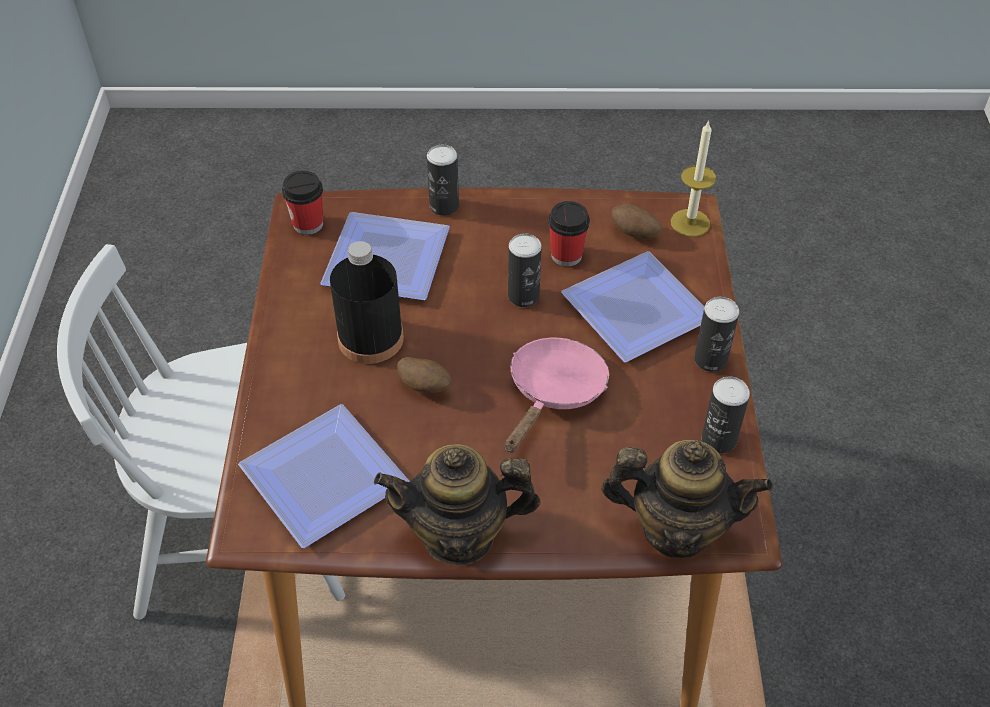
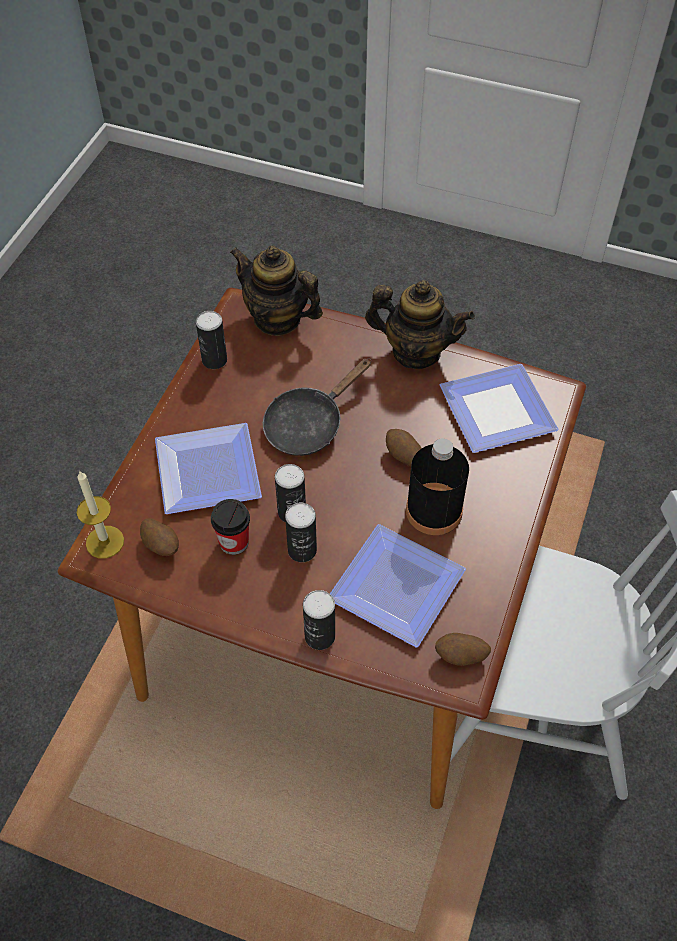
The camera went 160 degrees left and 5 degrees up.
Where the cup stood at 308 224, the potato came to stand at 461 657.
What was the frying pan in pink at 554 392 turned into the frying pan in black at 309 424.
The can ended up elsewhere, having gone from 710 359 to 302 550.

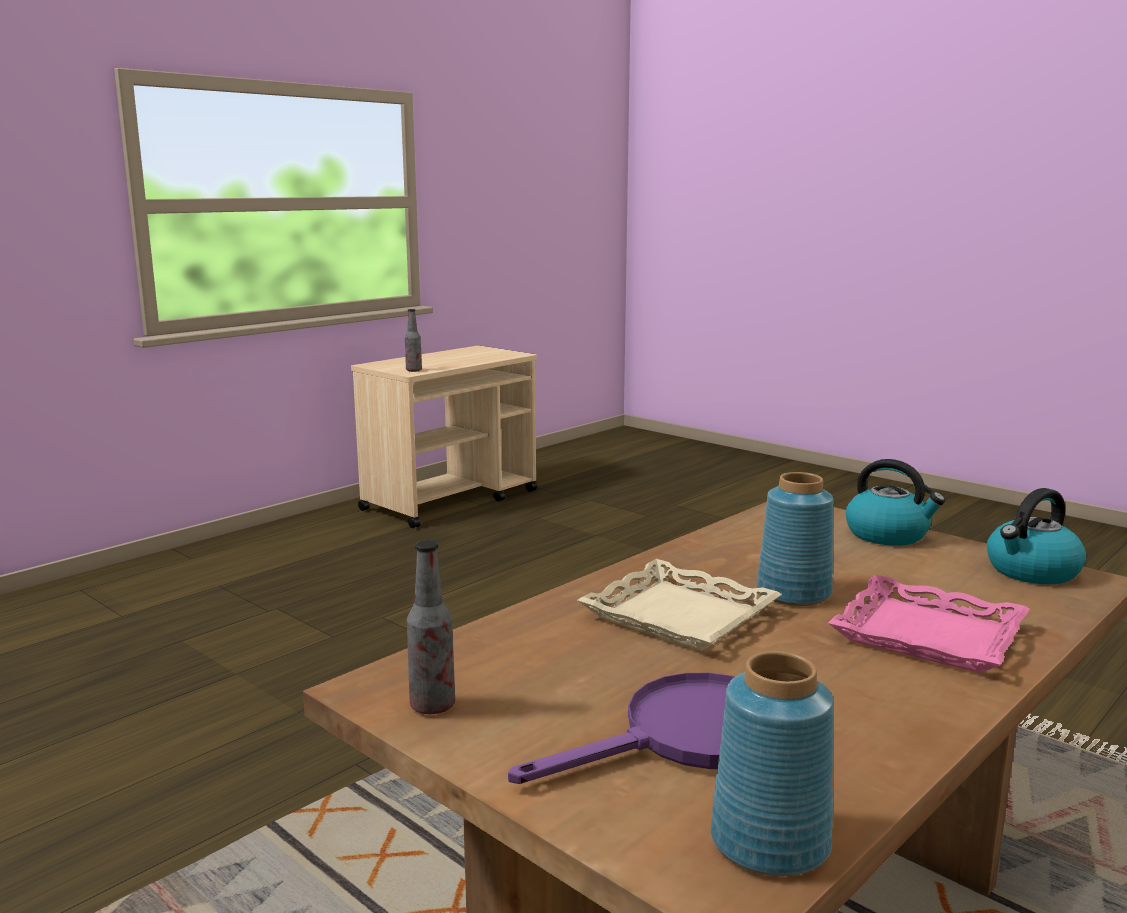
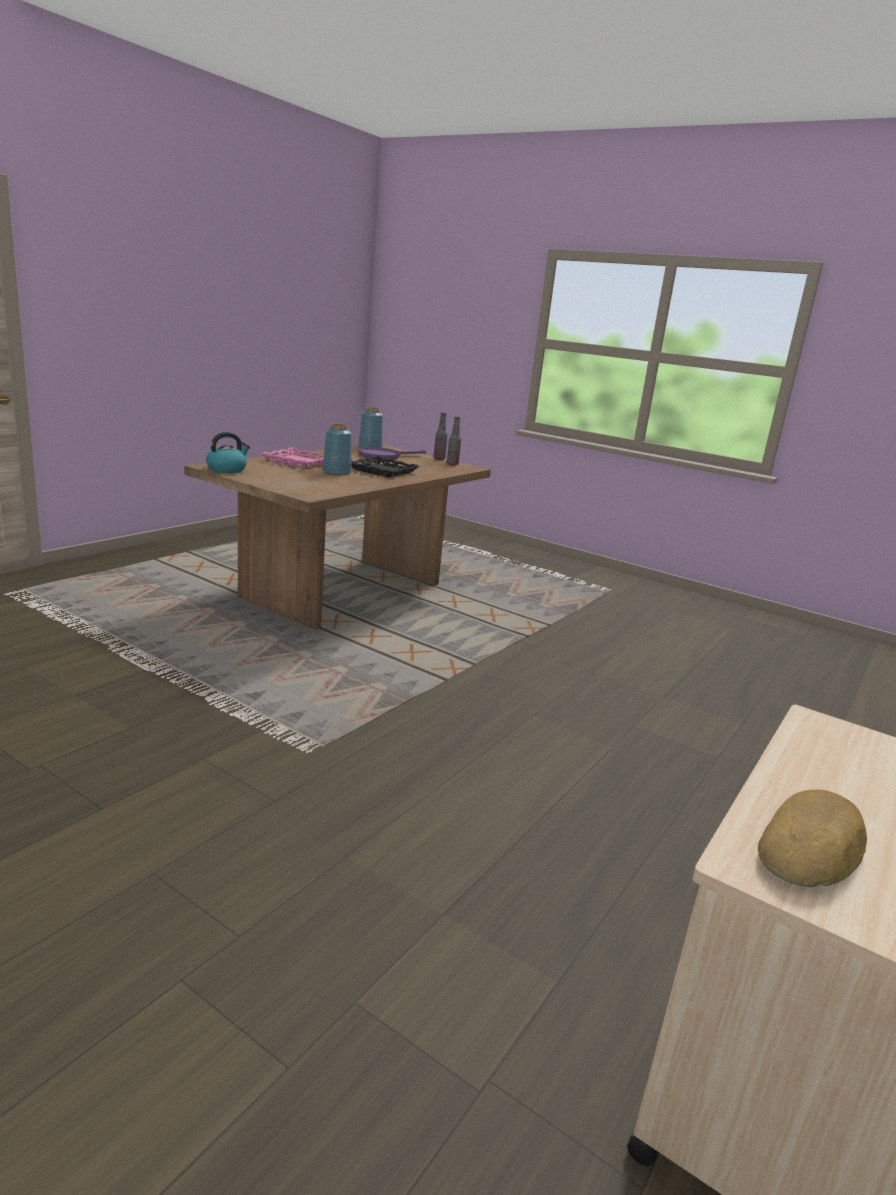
The camera went 170 degrees right and 5 degrees up.
The bottle ended up elsewhere, having gone from 414 370 to 439 459.
What was the tray in beige at 680 615 turned into the tray in black at 382 471.
The second view lost the kettle at 888 535.
The second view gained the bread at 812 849.

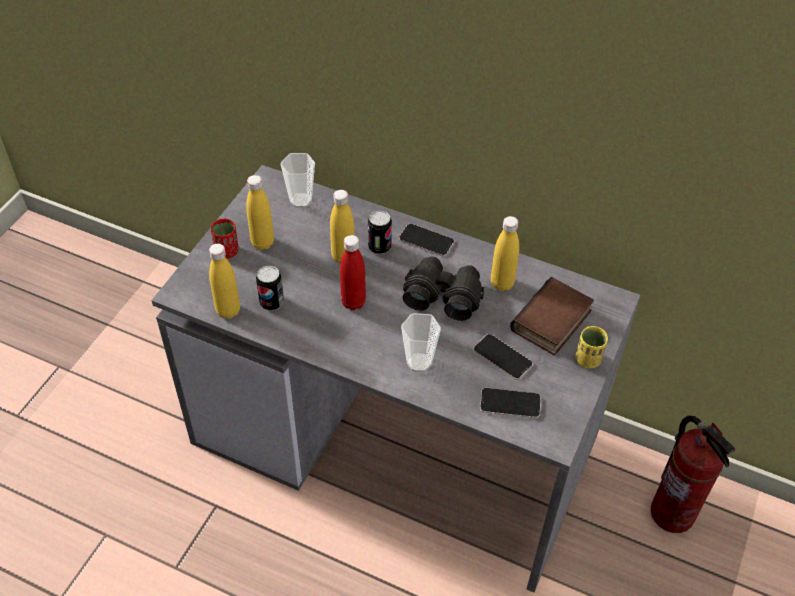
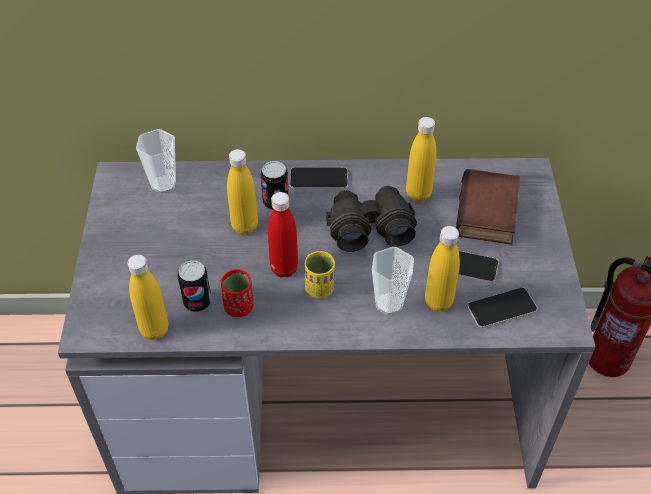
The camera went 25 degrees left and 0 degrees up.
The cup in red ended up elsewhere, having gone from 227 251 to 239 307.
The bottle in yellow ended up elsewhere, having gone from 262 243 to 438 302.
The cup in yellow ended up elsewhere, having gone from 588 359 to 319 289.

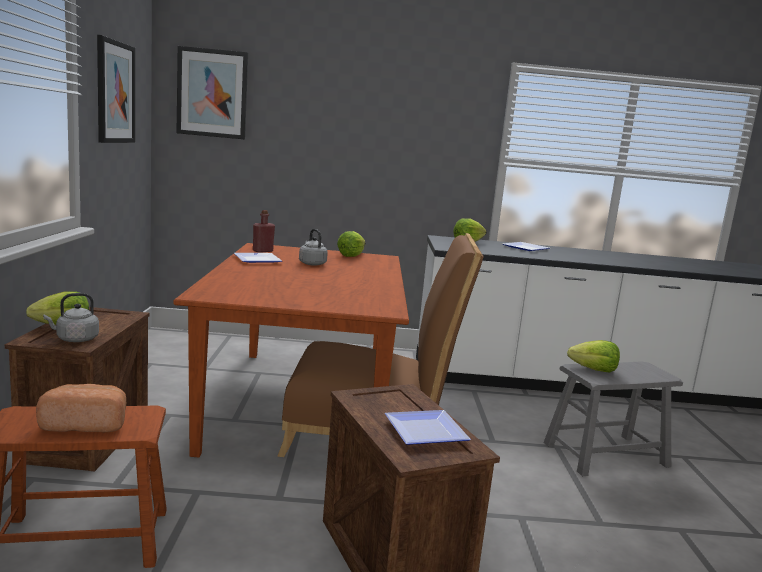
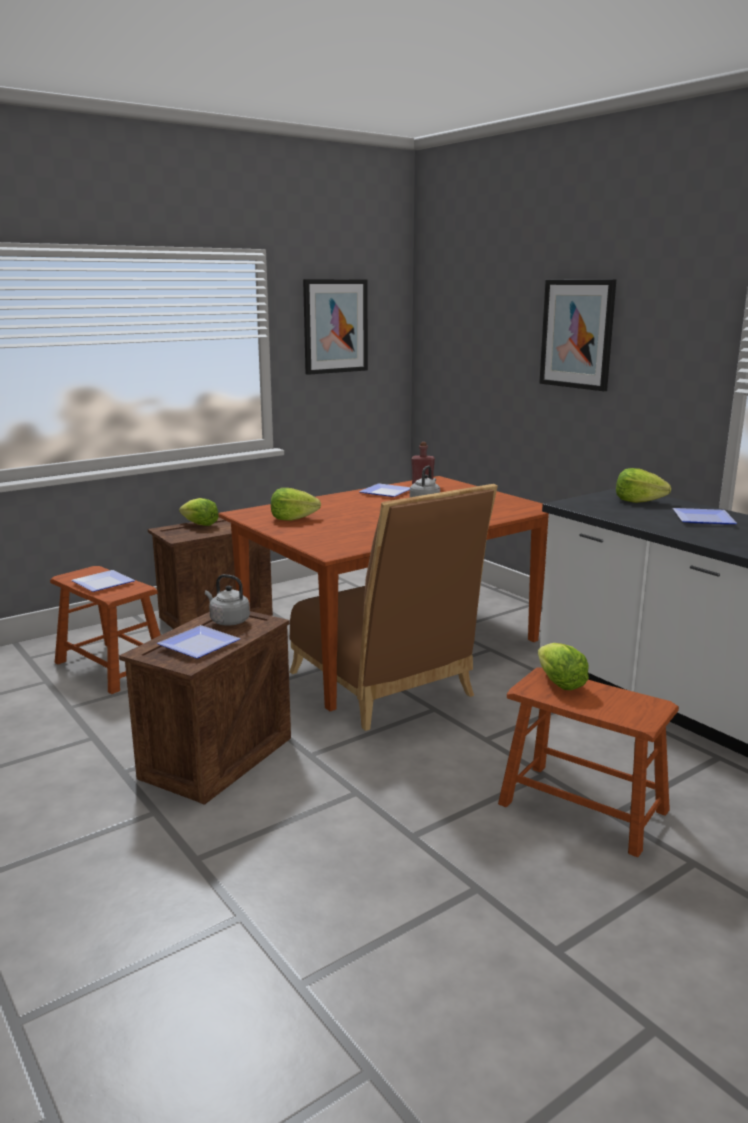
The camera went 55 degrees right and 5 degrees up.
Where the bread stood at 86 424, the plate came to stand at 102 584.
The kettle in grey ended up elsewhere, having gone from 75 339 to 228 621.
The picture ended up elsewhere, having gone from 212 93 to 577 334.
The lettuce ended up elsewhere, having gone from 351 255 to 293 518.
What was the stool in grey at 605 454 turned into the stool in brown at 583 807.

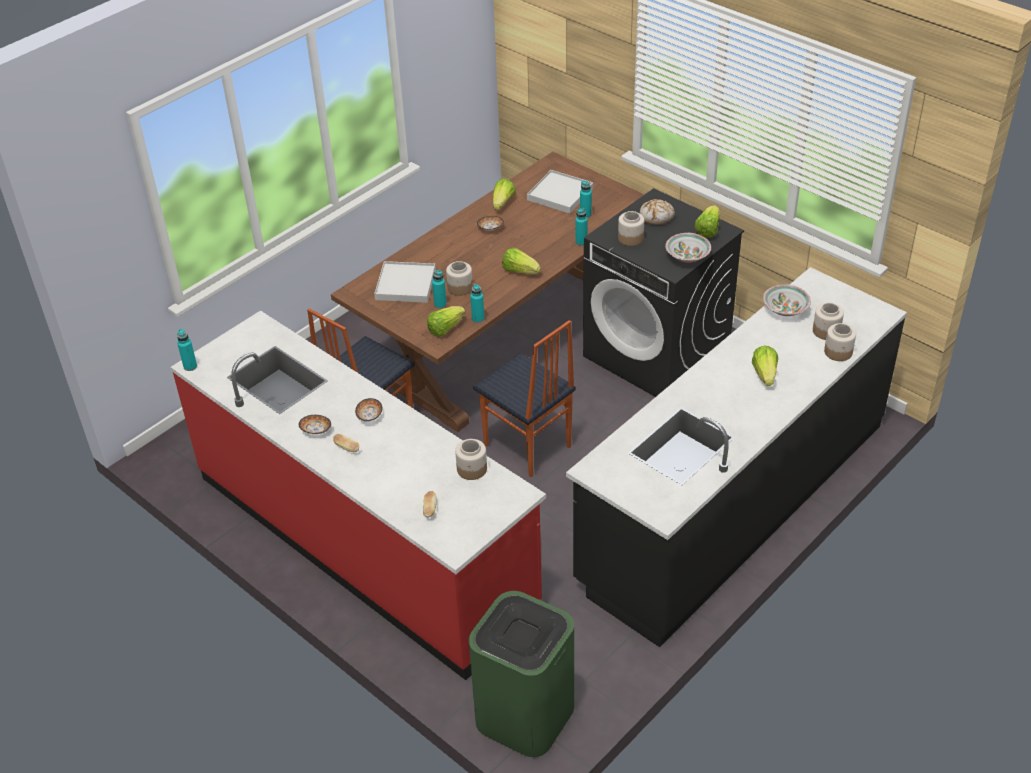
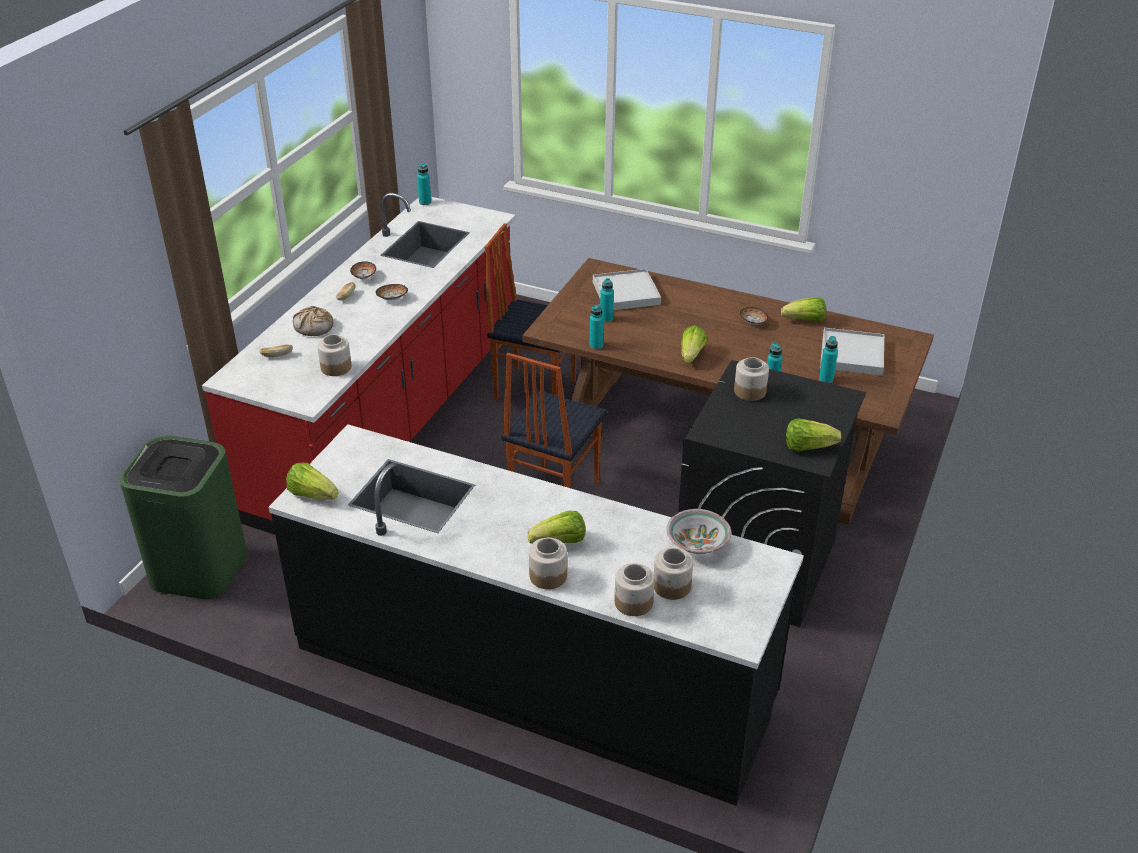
The camera went 70 degrees right and 5 degrees down.
The lettuce ended up elsewhere, having gone from 445 328 to 312 494.
The jar ended up elsewhere, having gone from 459 288 to 548 575.
The bread ended up elsewhere, having gone from 656 216 to 314 327.
The second view lost the bowl at 687 256.

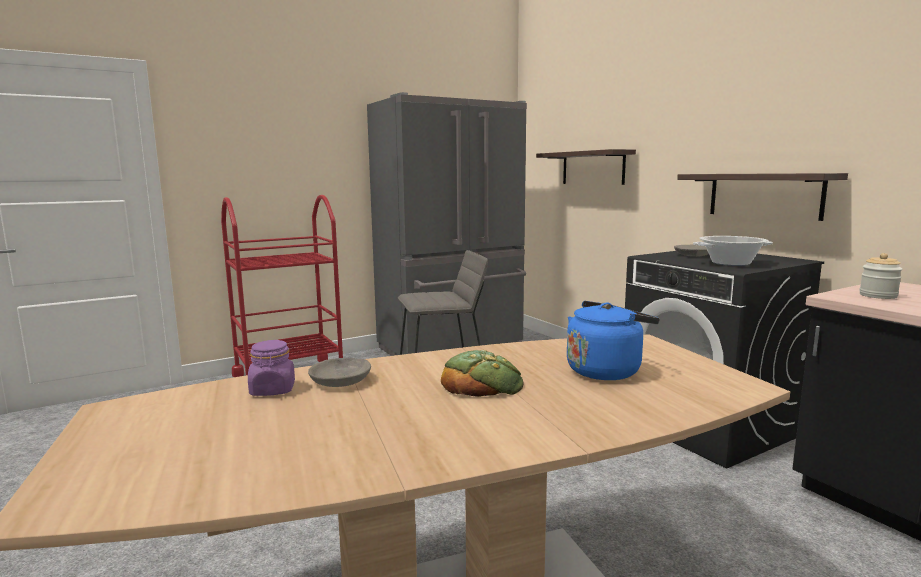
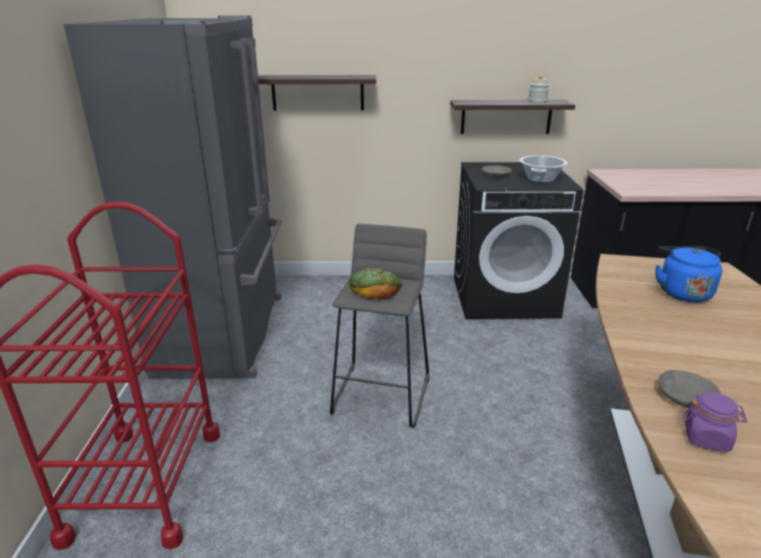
The camera went 60 degrees left and 15 degrees up.
The bread ended up elsewhere, having gone from 481 382 to 375 287.
The jar ended up elsewhere, having gone from 878 296 to 537 102.

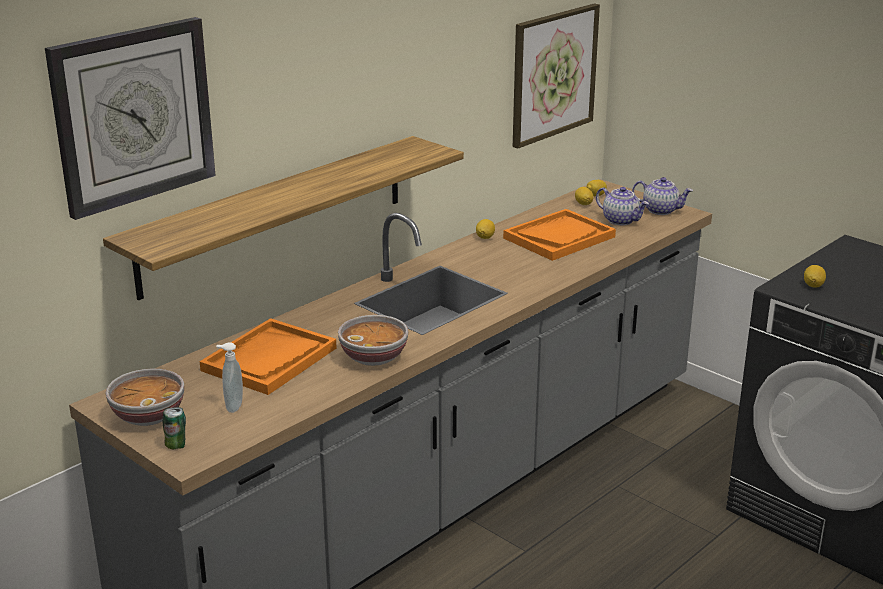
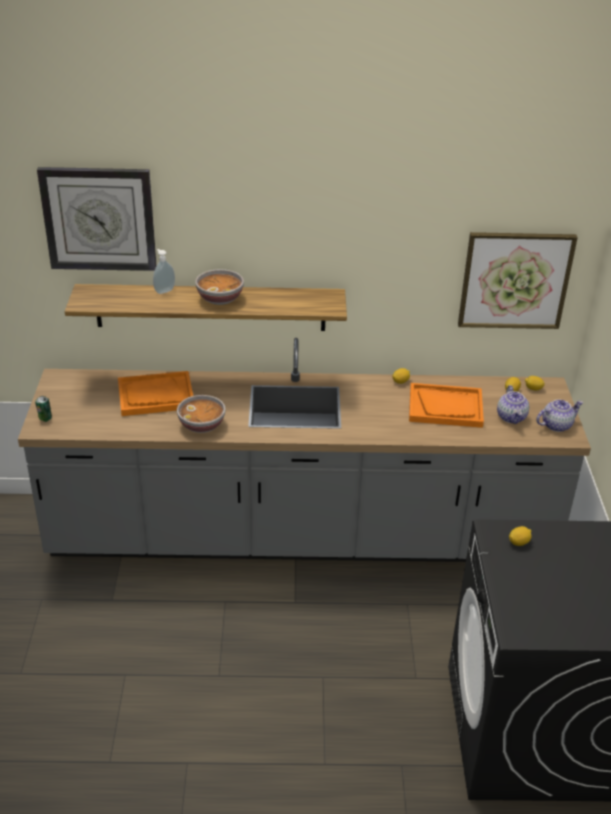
The camera went 45 degrees right and 10 degrees up.
The bowl ended up elsewhere, having gone from 148 415 to 220 298.
The soap dispenser ended up elsewhere, having gone from 232 406 to 164 290.
The teapot at 661 210 ended up facing another way, 90 degrees counterclockwise from before.

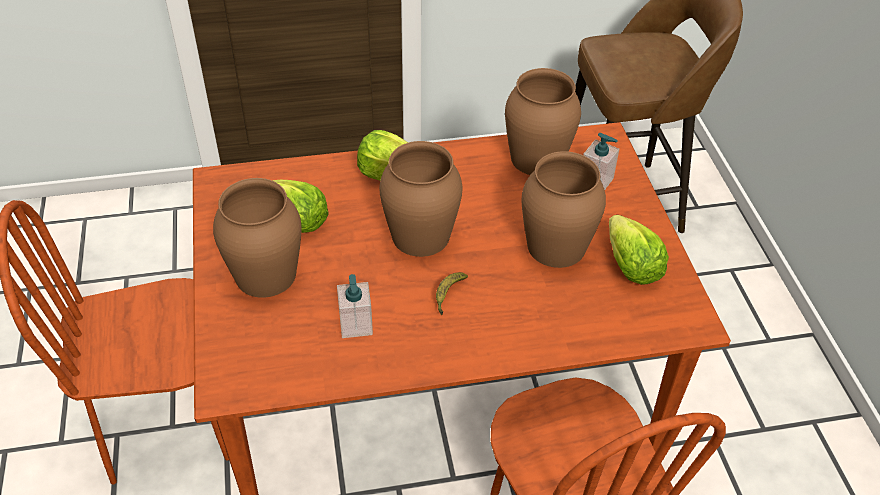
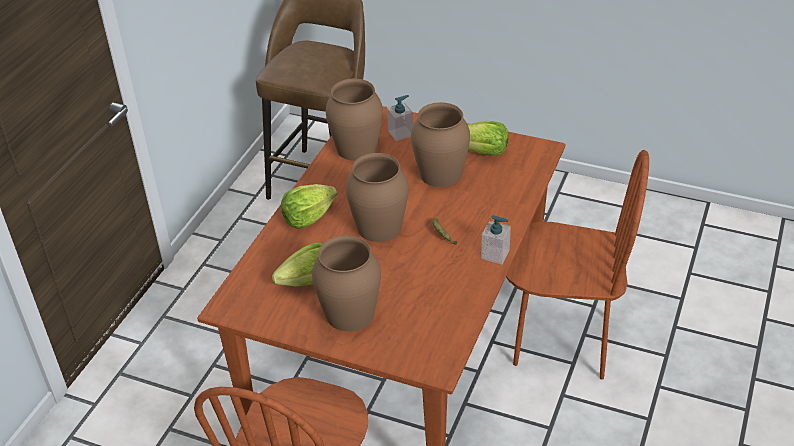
The camera went 55 degrees left and 5 degrees down.
The soap dispenser ended up elsewhere, having gone from 356 325 to 495 255.

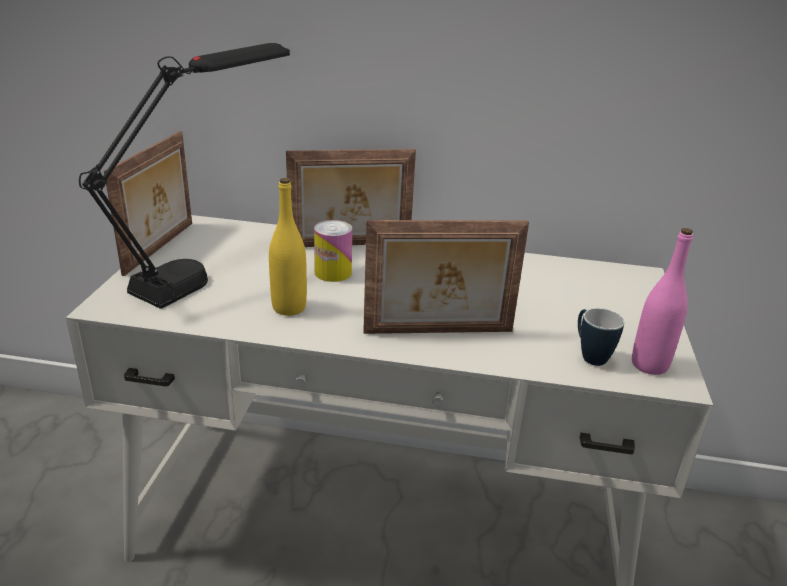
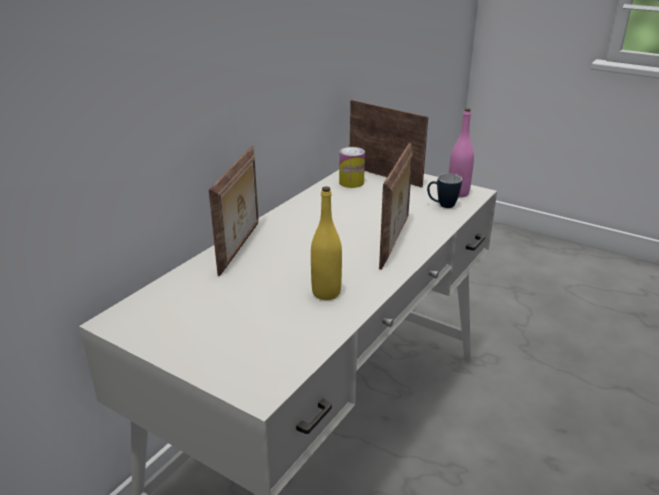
The camera went 65 degrees left and 0 degrees up.
The second view lost the table lamp in black at 210 268.
The picture frame ended up elsewhere, having gone from 161 248 to 385 175.
The can ended up elsewhere, having gone from 333 272 to 351 182.

